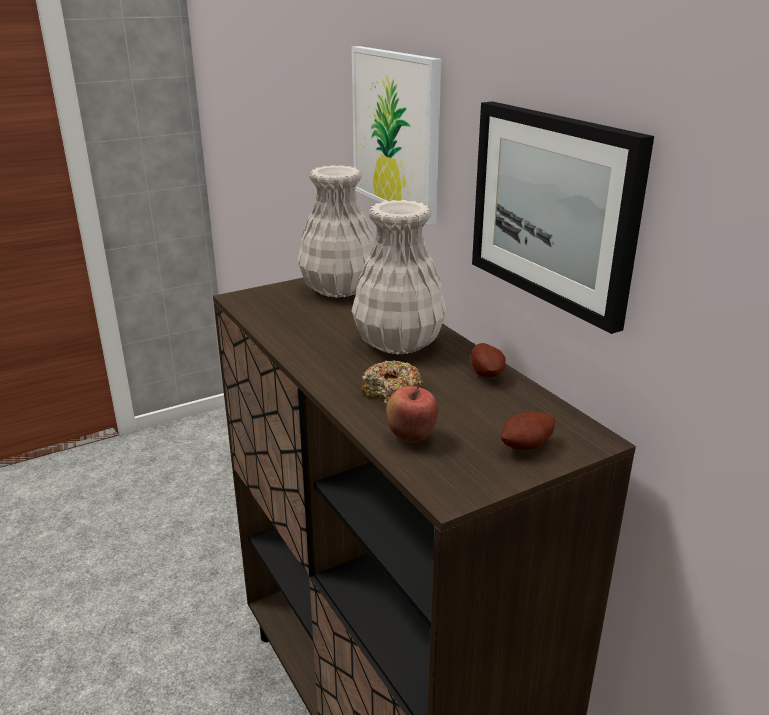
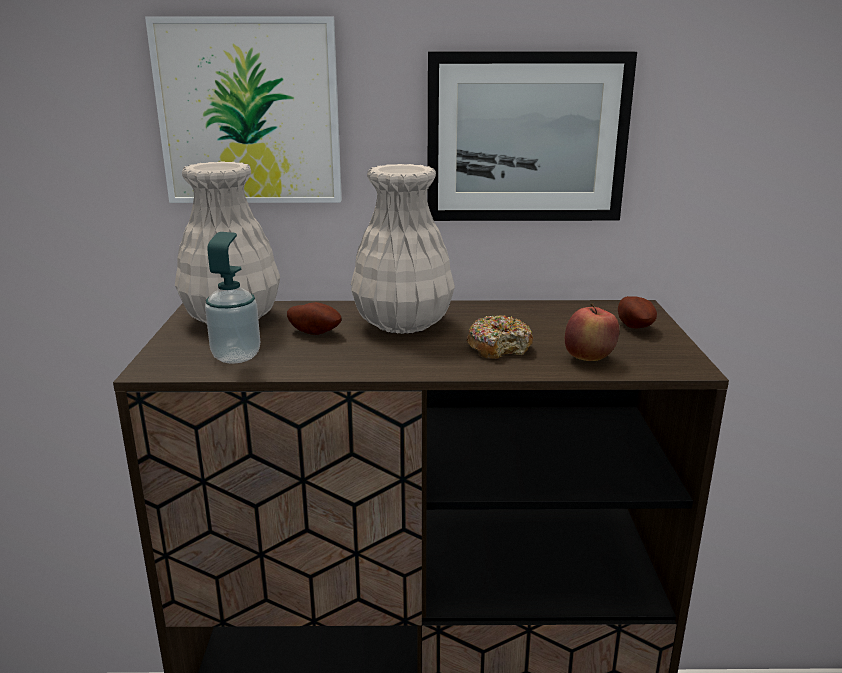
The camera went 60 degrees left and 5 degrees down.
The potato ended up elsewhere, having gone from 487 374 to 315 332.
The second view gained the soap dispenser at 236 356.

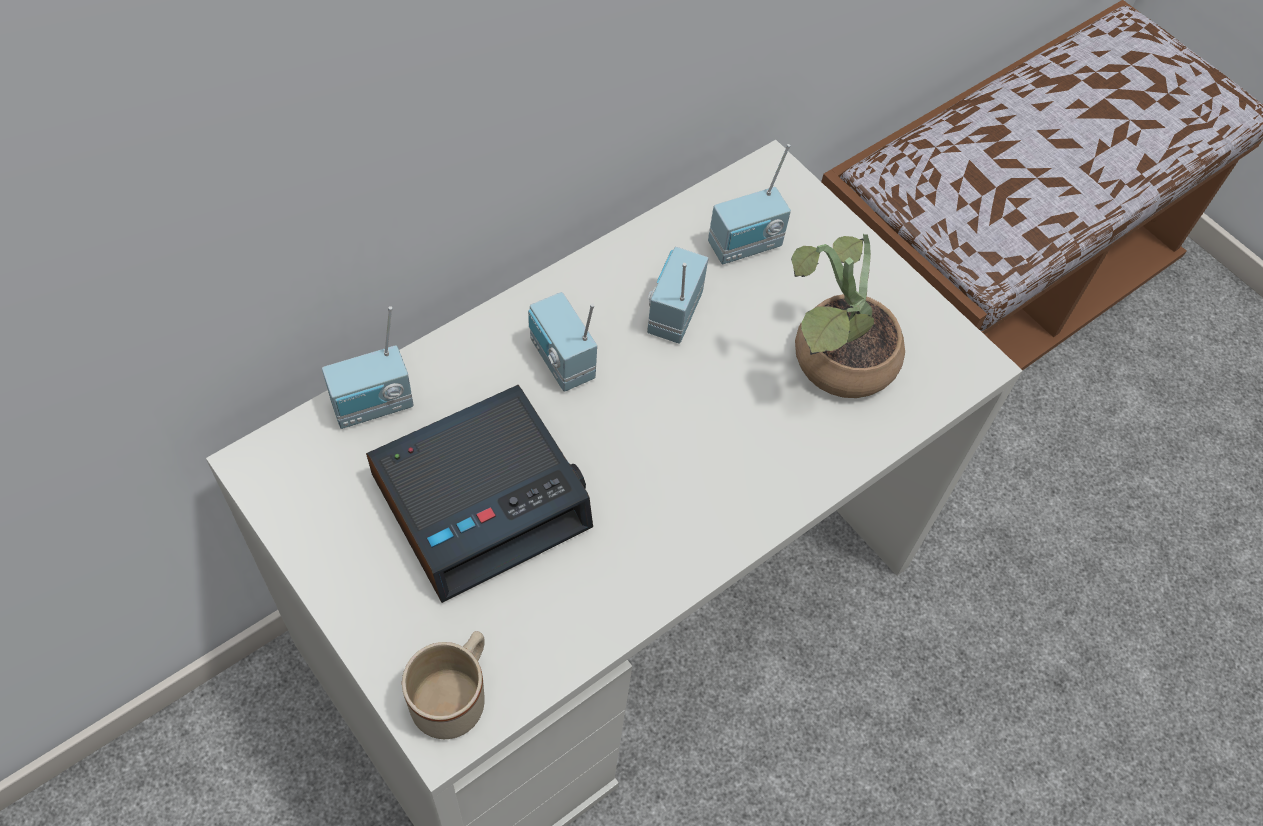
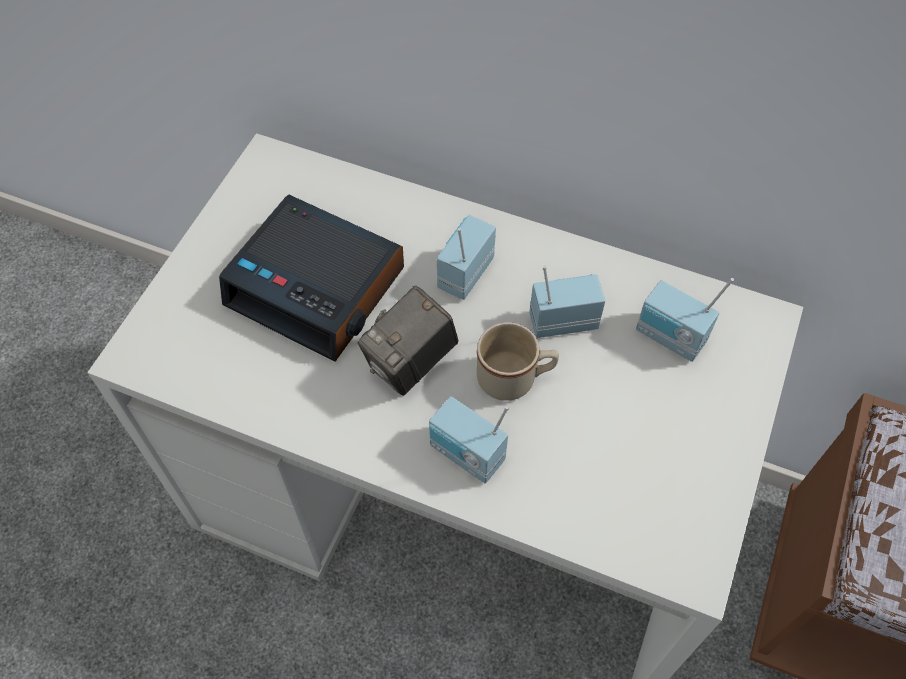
The camera went 65 degrees right and 0 degrees up.
The radio ended up elsewhere, having gone from 374 407 to 466 456.
The mug in beige ended up elsewhere, having gone from 455 695 to 515 378.
The second view lost the potted plant at 833 364.
The second view gained the photo camera at 411 364.

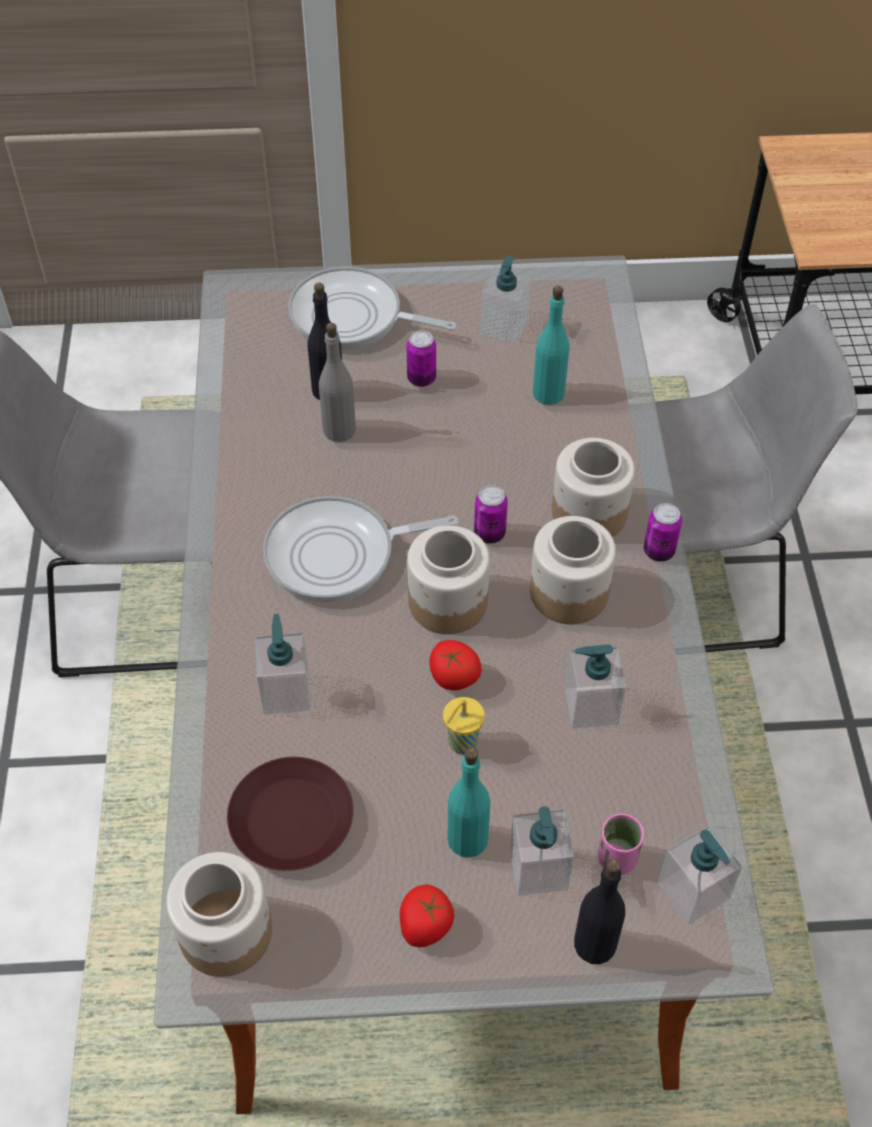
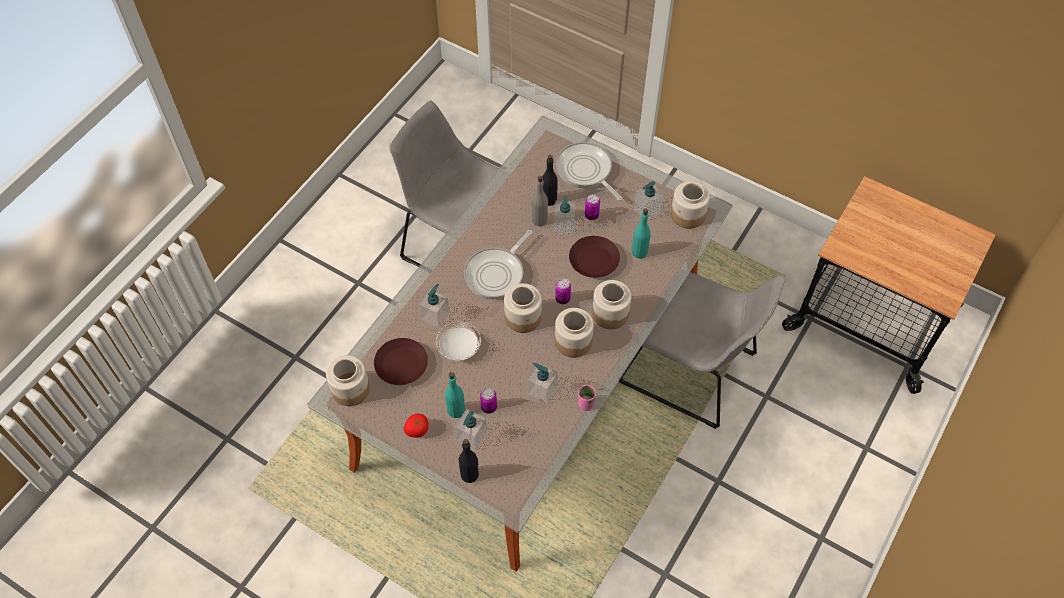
The camera went 35 degrees right and 5 degrees up.
The frying pan at 338 555 ended up facing another way, 75 degrees counterclockwise from before.
The second view lost the tomato at 453 677.
The second view lost the cup in yellow at 461 744.
The cup in pink ended up elsewhere, having gone from 617 858 to 586 404.
The can ended up elsewhere, having gone from 658 551 to 489 407.
The soap dispenser ended up elsewhere, having gone from 693 892 to 564 226.
The second view gained the plate in white at 459 348.
The second view gained the plate in brown at 594 259.
The second view gained the jar at 688 215.

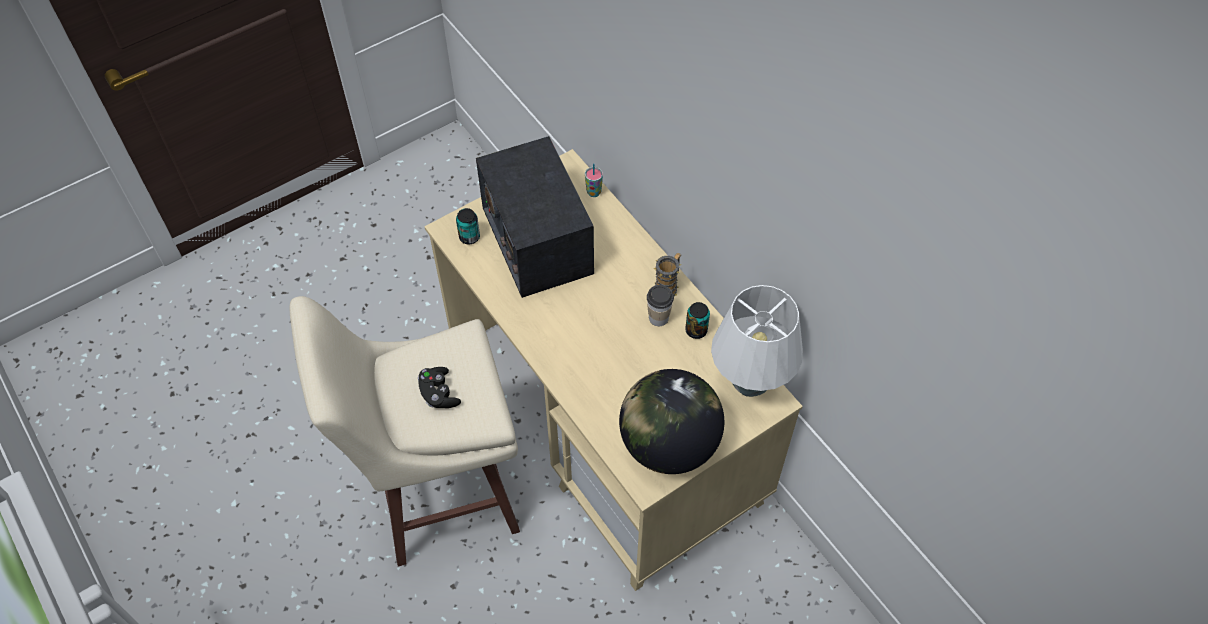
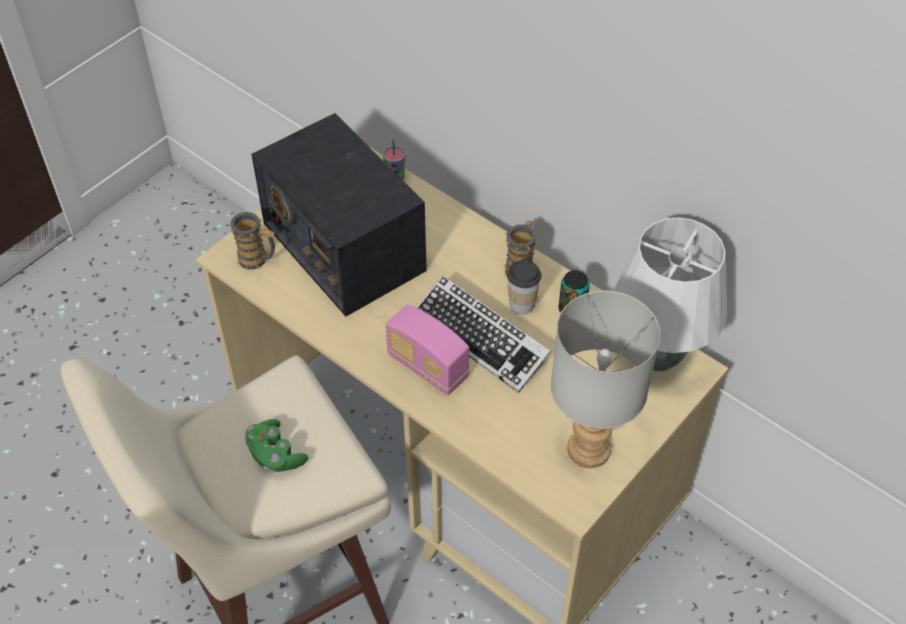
The camera went 15 degrees left and 5 degrees down.
What was the game controller in black at 439 394 turned into the game controller in green at 275 455.
Where the can stood at 469 237, the mug came to stand at 257 260.
Where the globe stood at 669 445, the table lamp in grey came to stand at 586 449.
The second view gained the radio at 427 367.
The second view gained the keyboard at 480 338.

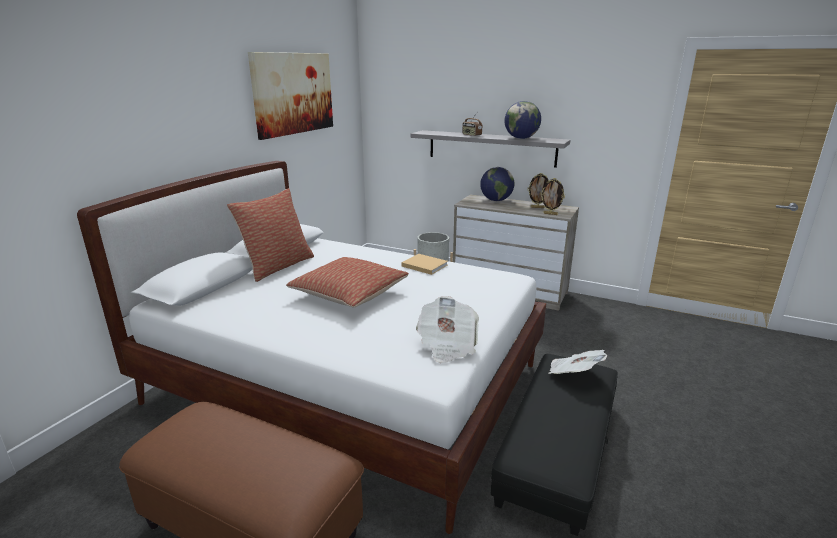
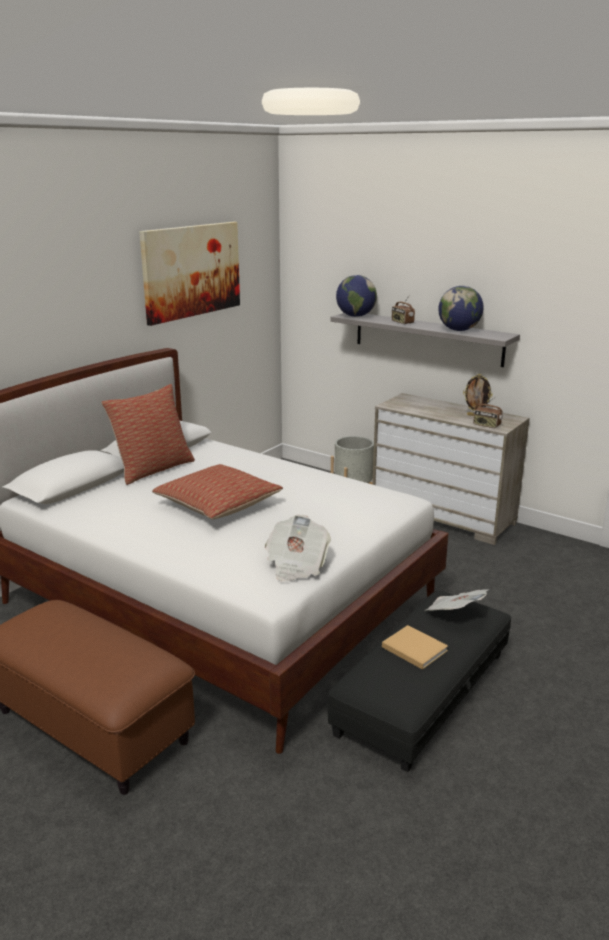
The camera went 10 degrees right and 0 degrees up.
The book in beige ended up elsewhere, having gone from 423 265 to 413 648.
The globe ended up elsewhere, having gone from 496 200 to 355 316.
Where the picture frame stood at 550 214, the radio came to stand at 486 425.

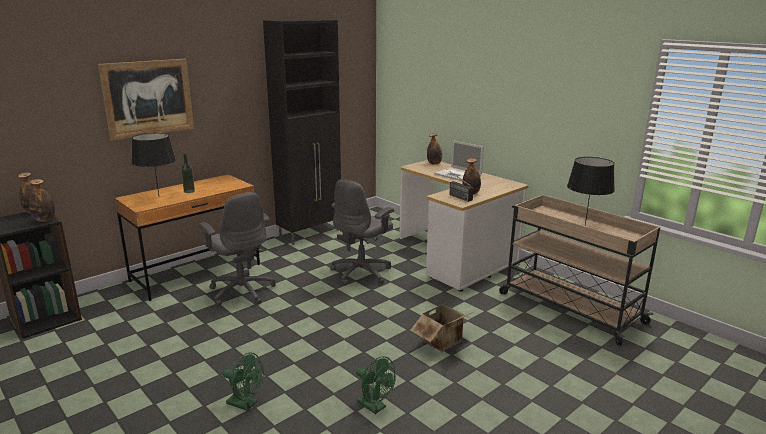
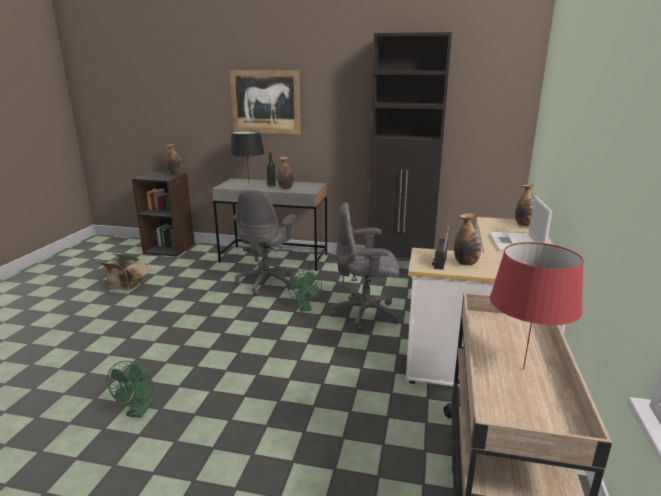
The camera went 55 degrees right and 0 degrees up.
The bottle ended up elsewhere, having gone from 45 220 to 285 188.
What was the desk in brown at 196 273 turned into the desk in grey at 274 258.
The fan in green ended up elsewhere, having gone from 246 404 to 305 308.
The cardboard box ended up elsewhere, having gone from 444 342 to 125 286.
What was the table lamp in black at 585 225 turned into the table lamp in red at 523 369.

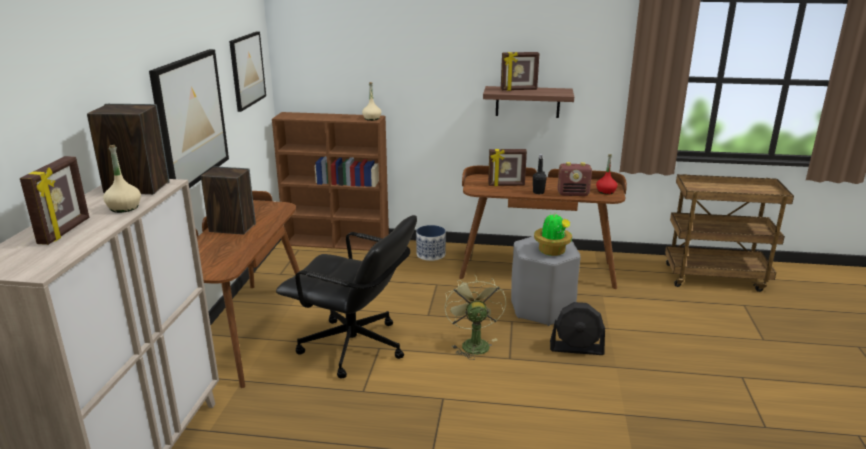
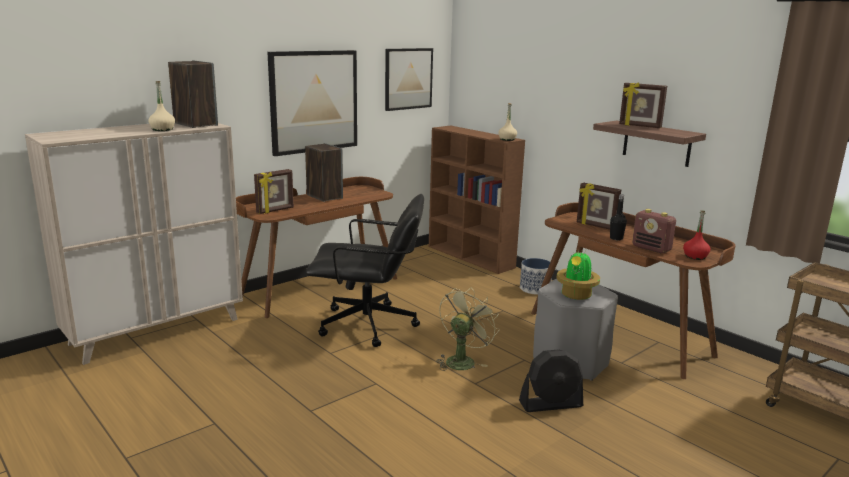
The camera went 40 degrees right and 5 degrees down.
The picture frame ended up elsewhere, having gone from 65 231 to 275 210.
The office chair in black at 353 348 ended up facing another way, 60 degrees counterclockwise from before.
The fan in black at 576 348 ended up facing another way, 60 degrees counterclockwise from before.

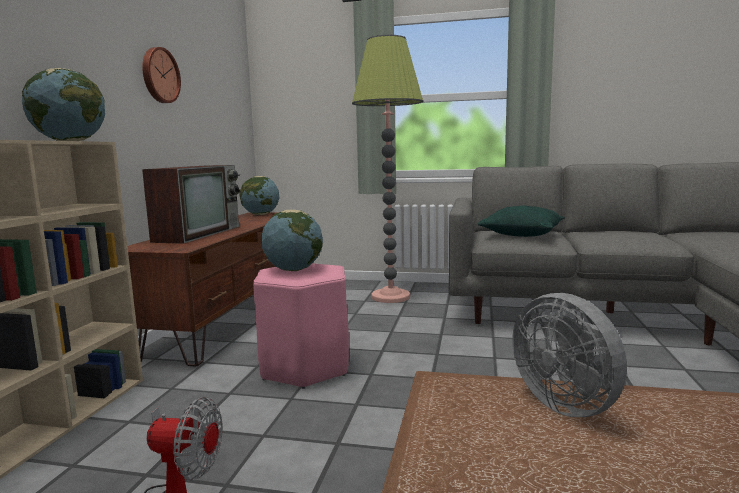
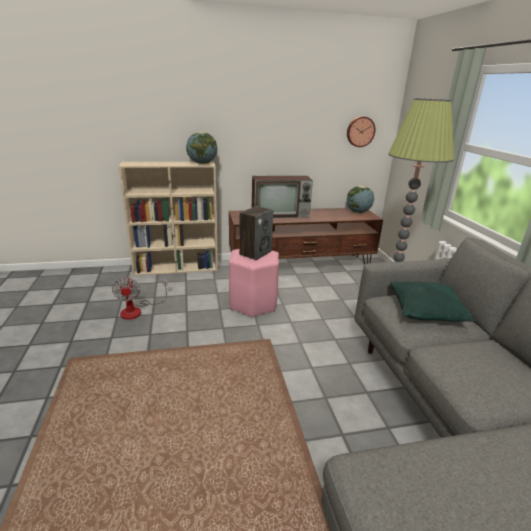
The camera went 65 degrees right and 15 degrees up.
The wall clock ended up elsewhere, having gone from 159 75 to 360 131.
Where the globe stood at 293 270, the speaker came to stand at 255 253.
The second view lost the fan in grey at 568 404.

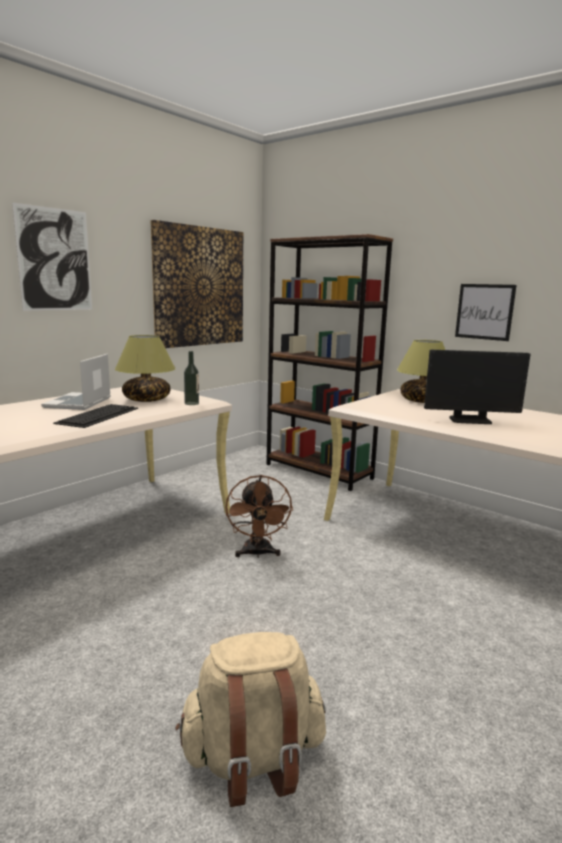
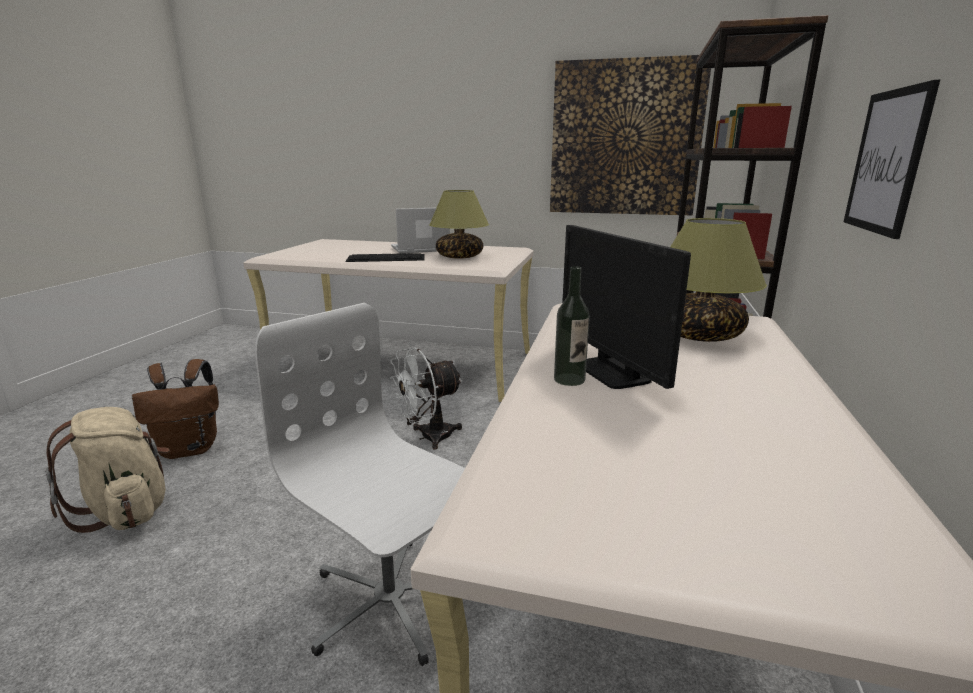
The camera went 65 degrees right and 5 degrees up.
The second view lost the picture at 55 260.
The bottle ended up elsewhere, having gone from 191 403 to 569 379.
What was the fan in brown at 257 553 turned into the fan in white at 428 437.
The second view gained the backpack in brown at 190 449.
The second view gained the office chair in white at 389 601.

